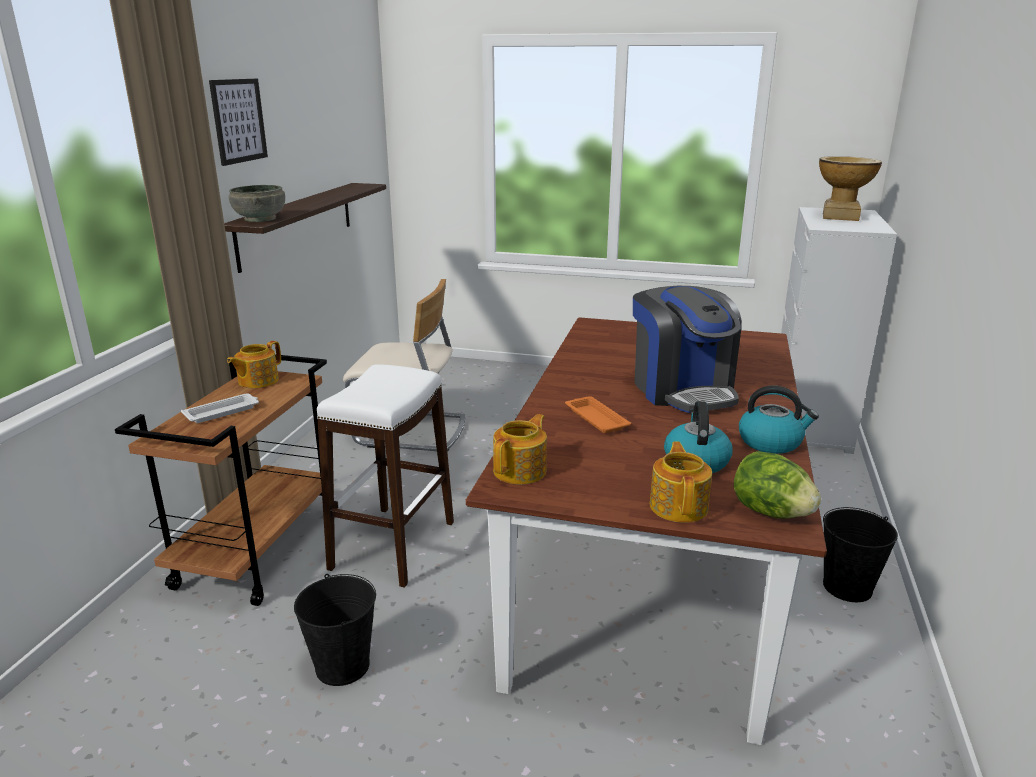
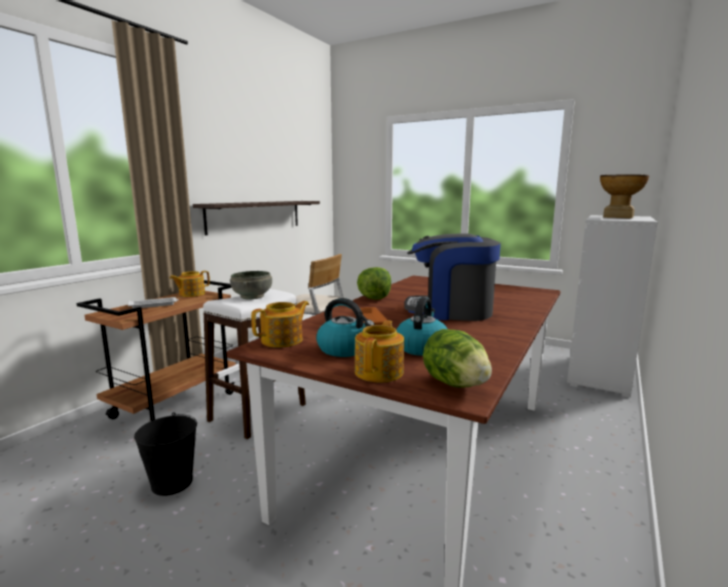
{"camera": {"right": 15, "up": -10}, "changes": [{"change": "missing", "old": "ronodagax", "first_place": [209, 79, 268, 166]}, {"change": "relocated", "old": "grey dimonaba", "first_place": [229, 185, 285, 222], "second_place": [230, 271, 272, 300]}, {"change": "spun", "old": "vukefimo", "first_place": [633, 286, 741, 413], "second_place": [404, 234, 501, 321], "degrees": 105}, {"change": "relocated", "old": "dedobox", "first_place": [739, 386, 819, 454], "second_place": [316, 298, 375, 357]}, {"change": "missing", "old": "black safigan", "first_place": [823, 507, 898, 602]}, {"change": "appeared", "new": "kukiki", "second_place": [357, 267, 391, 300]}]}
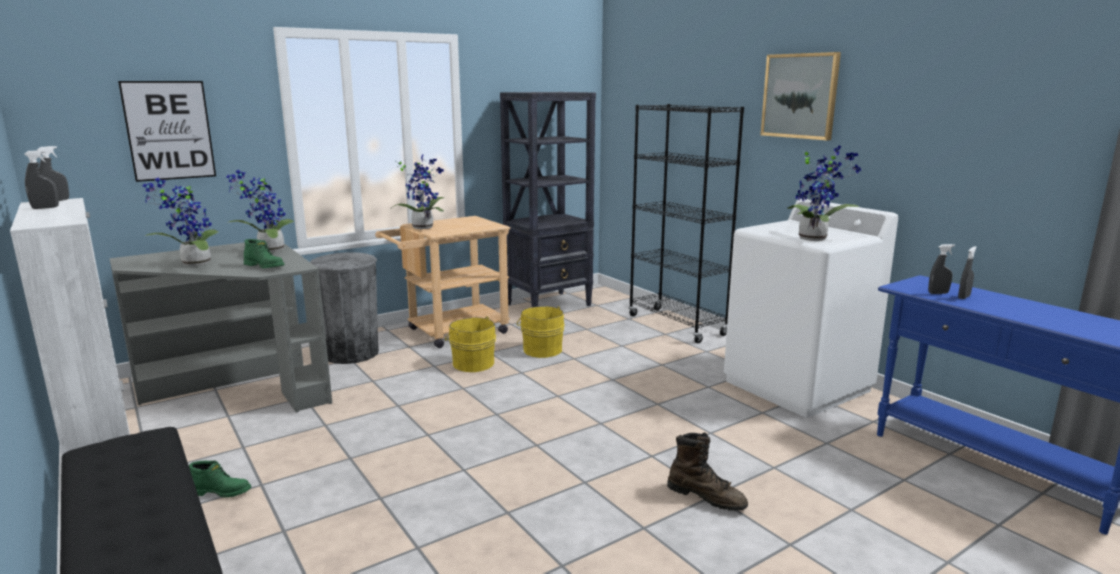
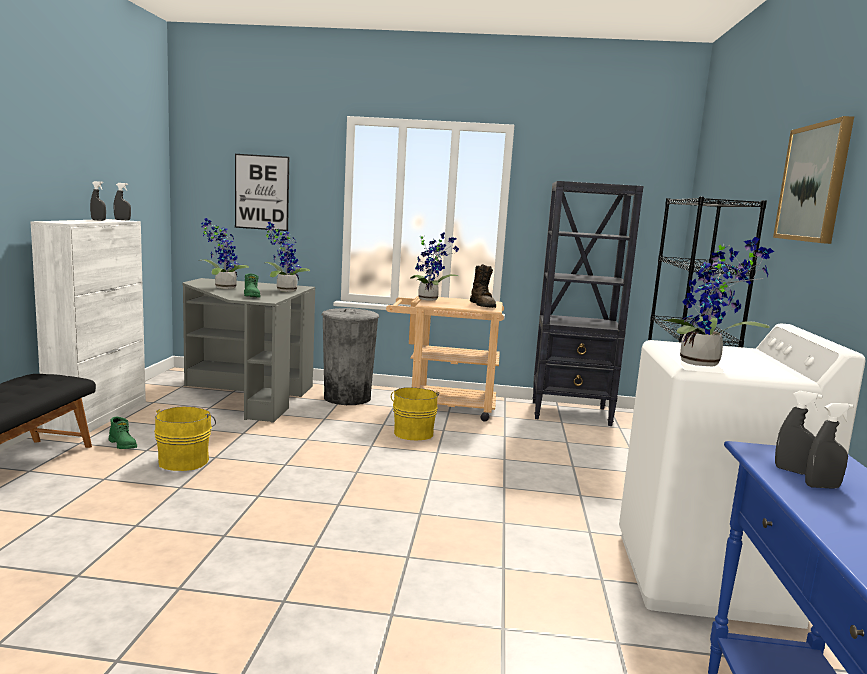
{"camera": {"right": 40, "up": -5}, "changes": [{"change": "relocated", "old": "yellow safigan", "first_place": [517, 306, 565, 358], "second_place": [154, 406, 216, 471]}, {"change": "relocated", "old": "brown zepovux", "first_place": [667, 432, 748, 511], "second_place": [470, 264, 496, 308]}]}
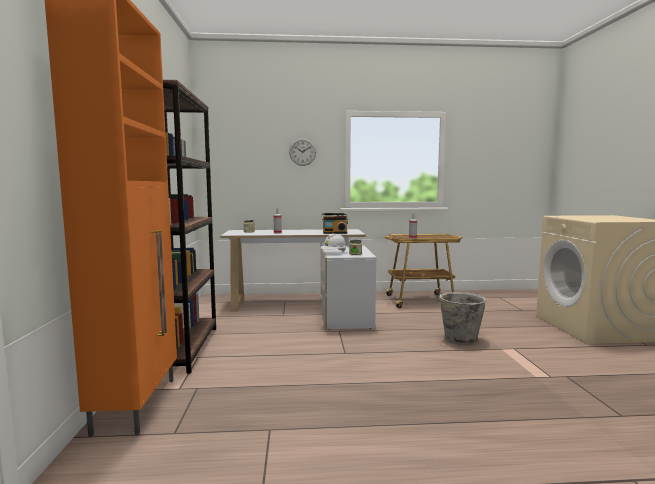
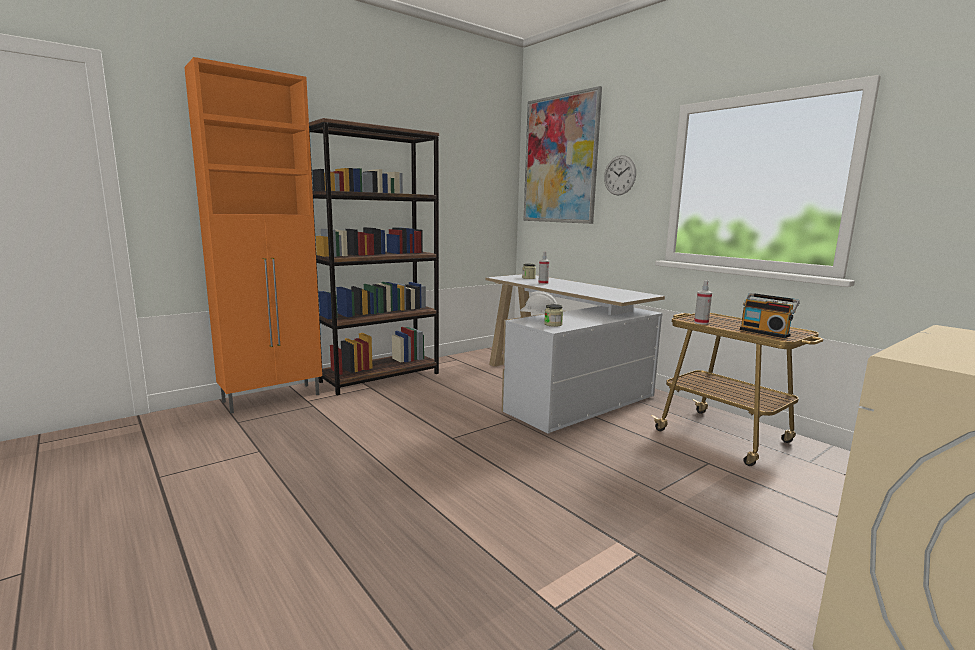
{"camera": {"right": 55, "up": 5}, "changes": [{"change": "relocated", "old": "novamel", "first_place": [322, 213, 348, 234], "second_place": [740, 293, 800, 338]}, {"change": "missing", "old": "grey safigan", "first_place": [437, 292, 487, 345]}, {"change": "appeared", "new": "ronodagax", "second_place": [523, 86, 602, 224]}]}
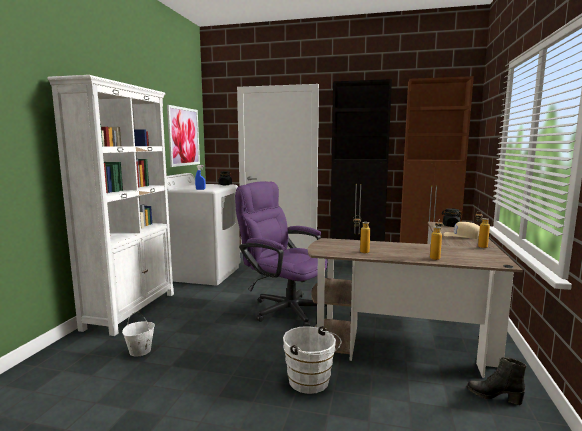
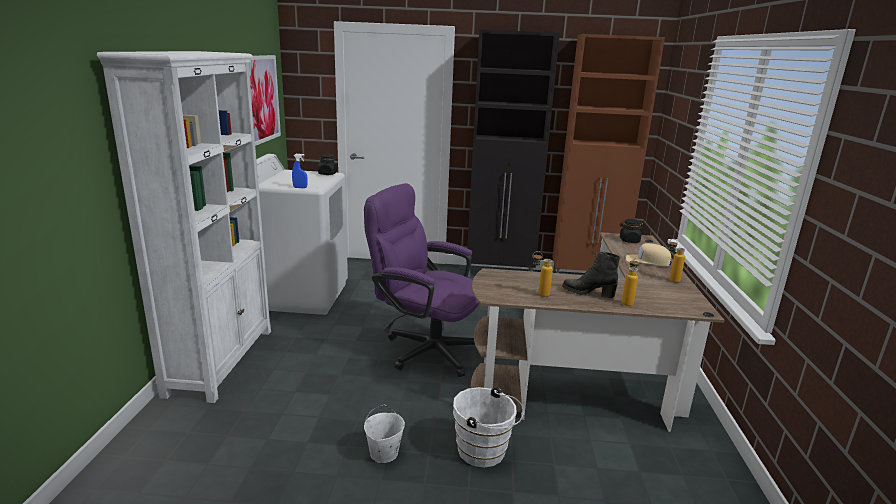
{"camera": {"right": -10, "up": 10}, "changes": [{"change": "relocated", "old": "white safigan", "first_place": [122, 311, 155, 357], "second_place": [364, 405, 405, 463]}, {"change": "relocated", "old": "black zepovux", "first_place": [467, 357, 527, 405], "second_place": [562, 252, 620, 298]}]}
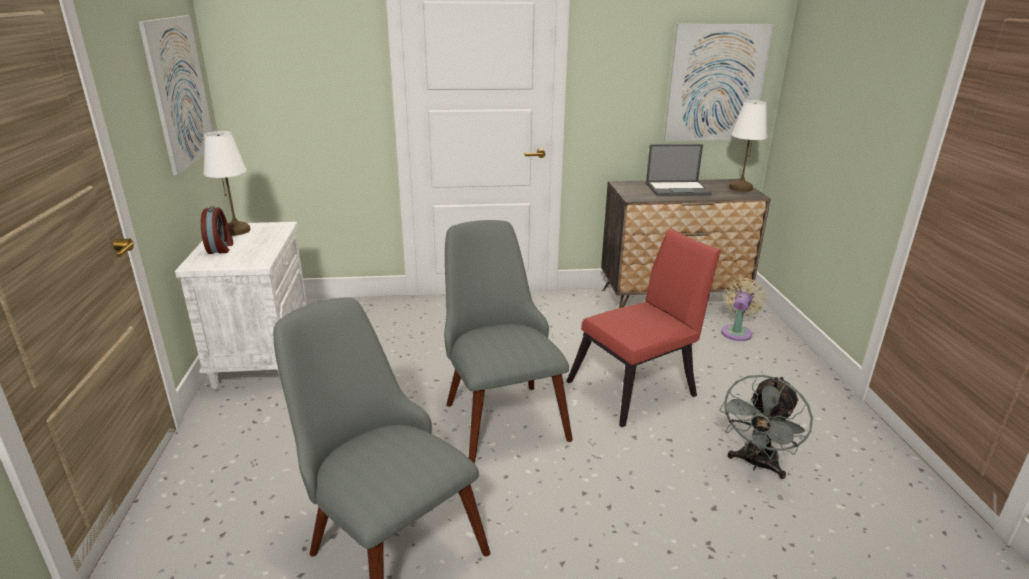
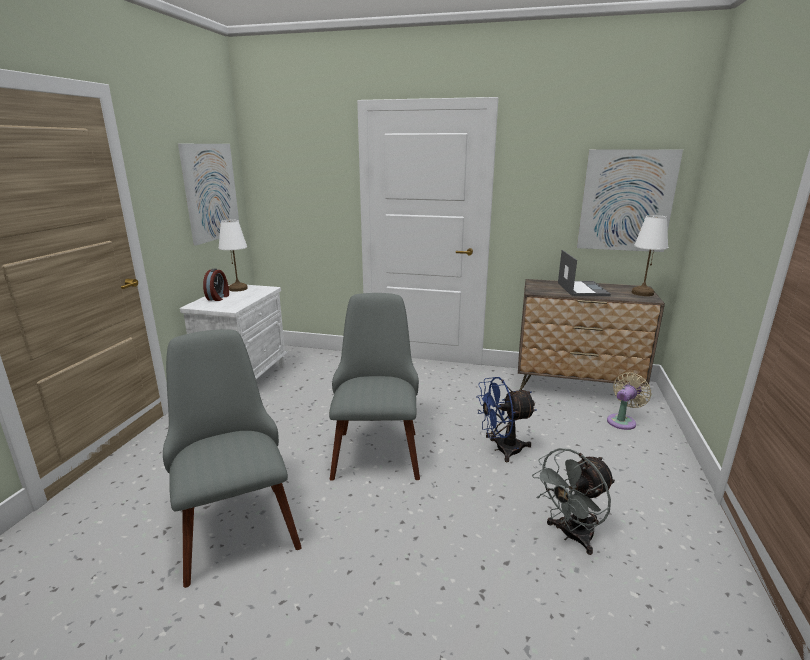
{"camera": {"right": 20, "up": -5}, "changes": [{"change": "spun", "old": "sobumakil", "first_place": [646, 144, 712, 196], "second_place": [558, 250, 611, 296], "degrees": -105}, {"change": "exchanged", "old": "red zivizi", "new": "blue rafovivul", "first_place": [566, 228, 721, 427], "second_place": [476, 377, 536, 462]}]}
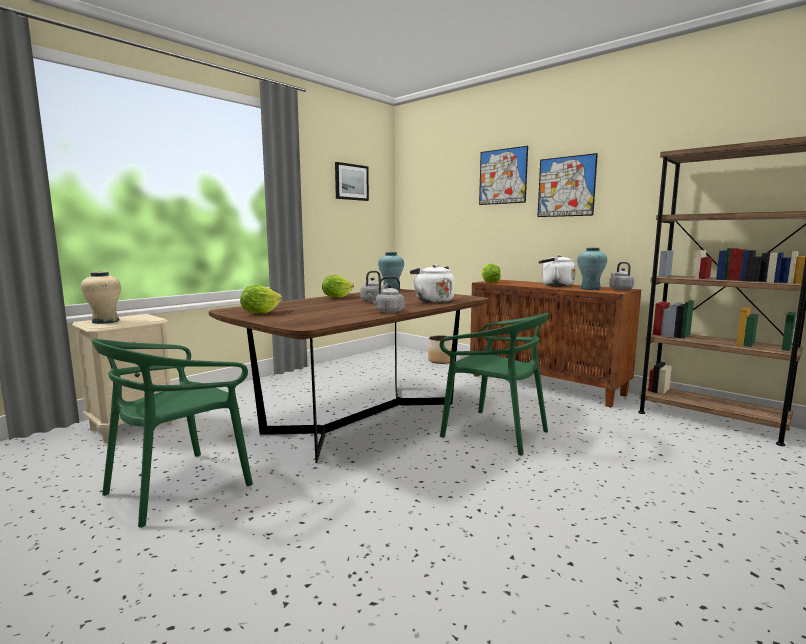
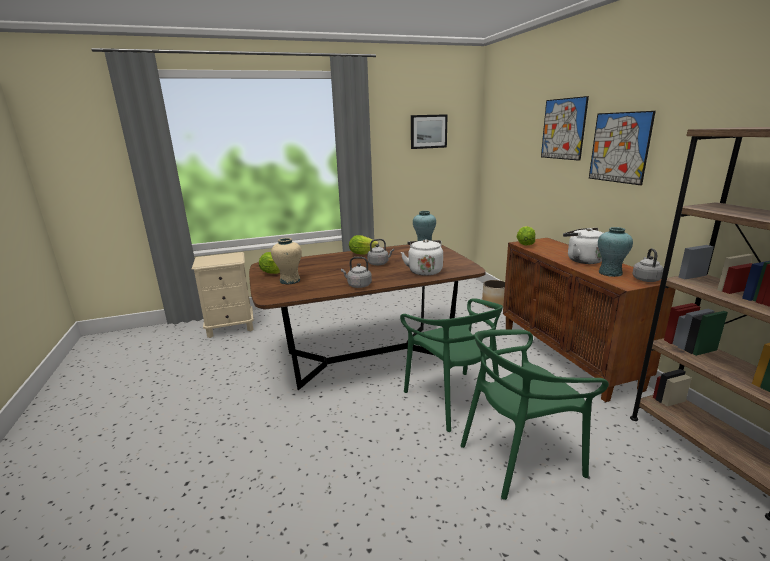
{"camera": {"right": 30, "up": 10}, "changes": [{"change": "relocated", "old": "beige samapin", "first_place": [81, 271, 121, 324], "second_place": [271, 238, 302, 284]}, {"change": "relocated", "old": "green zivizi", "first_place": [92, 339, 253, 528], "second_place": [461, 329, 609, 500]}]}
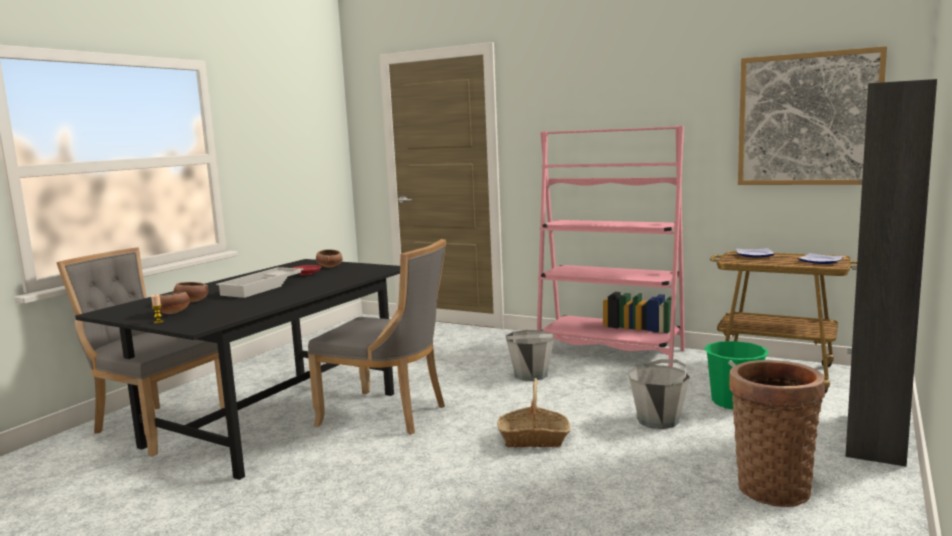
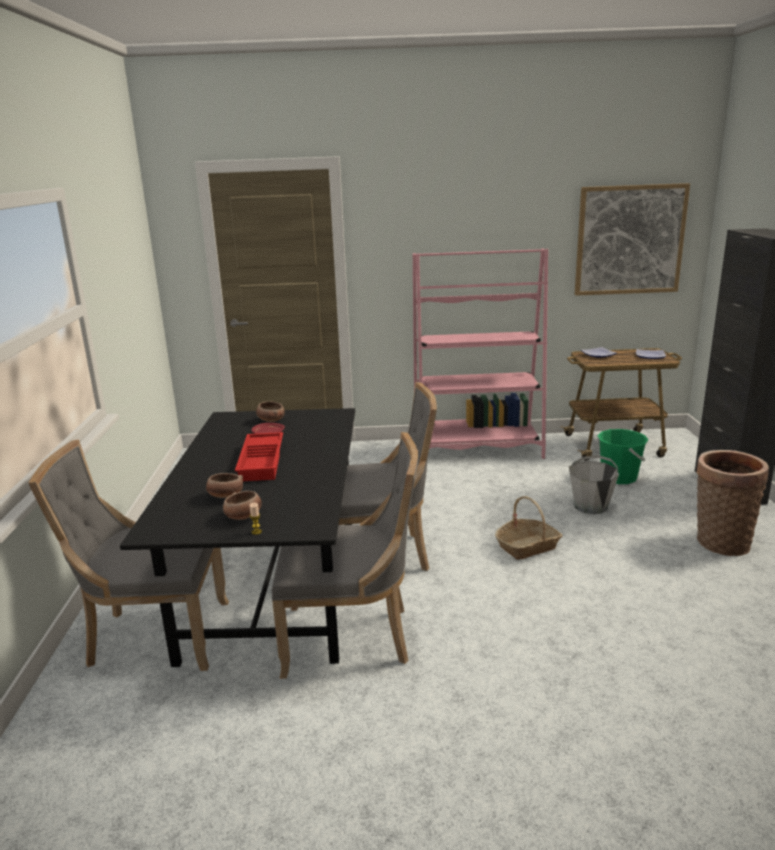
{"camera": {"right": -30, "up": 10}, "changes": [{"change": "colour", "old": "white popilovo", "new": "red popilovo", "first_place": [216, 267, 303, 298], "second_place": [235, 432, 283, 481]}, {"change": "missing", "old": "grey safigan", "first_place": [506, 330, 554, 381]}, {"change": "appeared", "new": "grey zivizi", "second_place": [271, 432, 418, 679]}]}
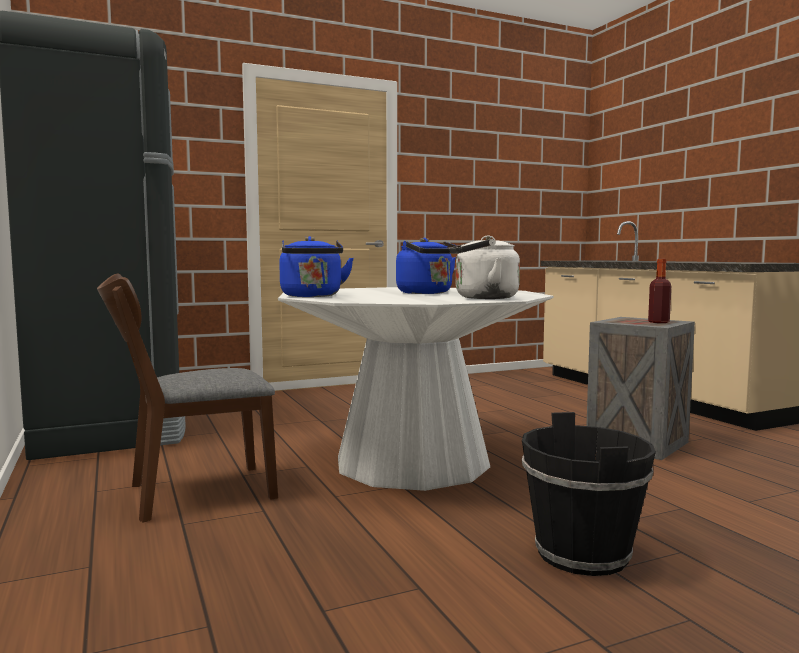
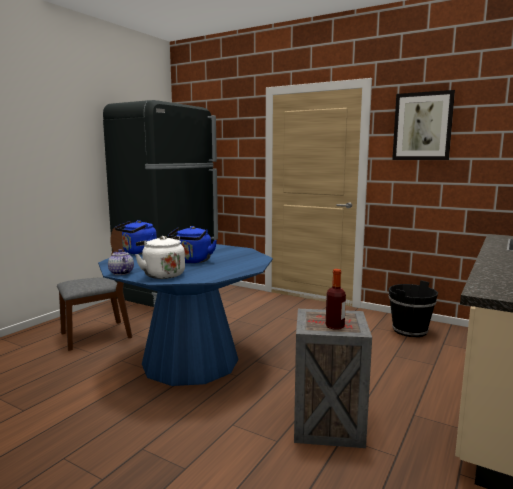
{"camera": {"right": 55, "up": 5}, "changes": [{"change": "spun", "old": "brown zivizi", "first_place": [97, 274, 278, 523], "second_place": [57, 228, 132, 351], "degrees": 120}, {"change": "colour", "old": "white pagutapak", "new": "blue pagutapak", "first_place": [278, 287, 553, 491], "second_place": [98, 244, 273, 386]}, {"change": "relocated", "old": "black safigan", "first_place": [522, 412, 656, 576], "second_place": [389, 280, 438, 337]}, {"change": "appeared", "new": "ronodagax", "second_place": [392, 90, 455, 160]}, {"change": "appeared", "new": "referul", "second_place": [108, 249, 134, 275]}]}
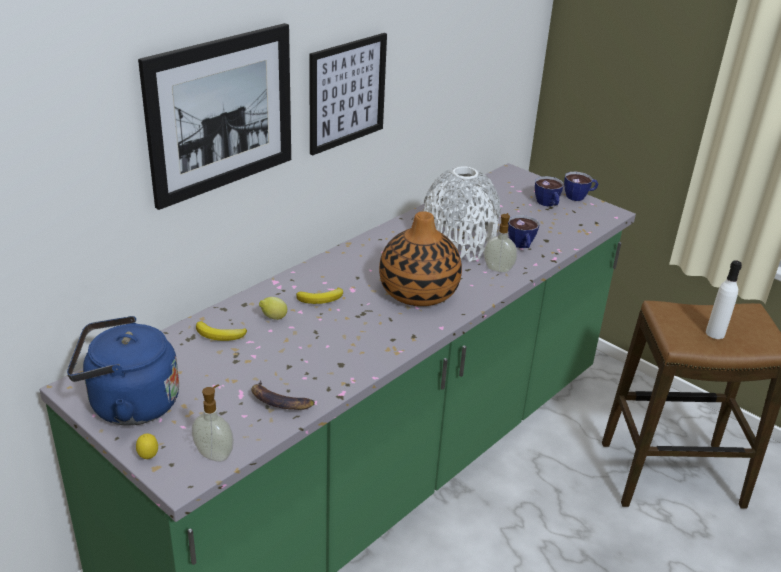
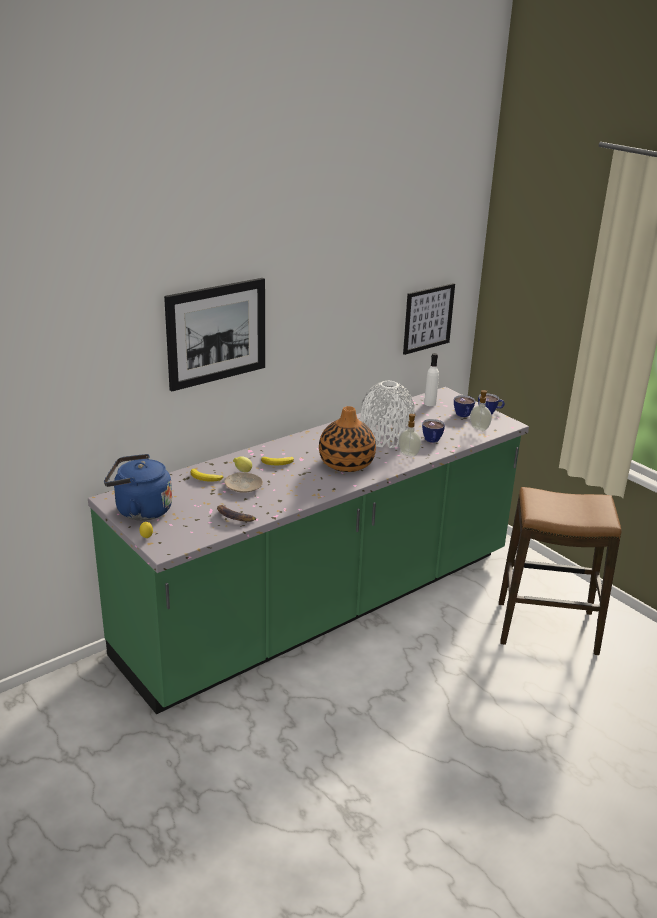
{"camera": {"right": 10, "up": -5}, "changes": [{"change": "relocated", "old": "ronodagax", "first_place": [309, 33, 387, 155], "second_place": [403, 283, 455, 355]}, {"change": "relocated", "old": "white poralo", "first_place": [706, 260, 742, 339], "second_place": [424, 353, 439, 406]}, {"change": "relocated", "old": "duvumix", "first_place": [192, 384, 234, 462], "second_place": [470, 390, 491, 431]}, {"change": "appeared", "new": "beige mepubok", "second_place": [224, 473, 263, 493]}]}
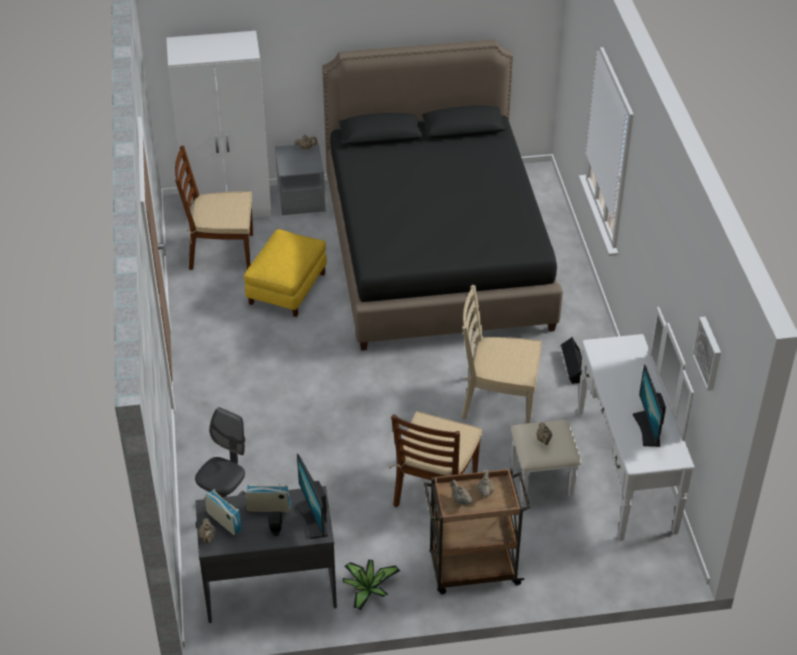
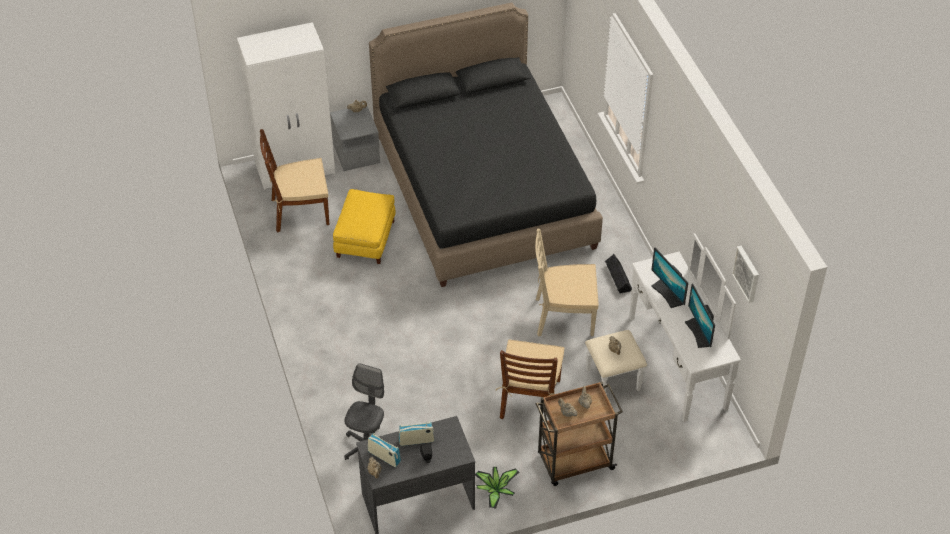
{"camera": {"right": -10, "up": 5}, "changes": [{"change": "relocated", "old": "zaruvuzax", "first_place": [295, 454, 328, 539], "second_place": [651, 247, 688, 308]}]}
